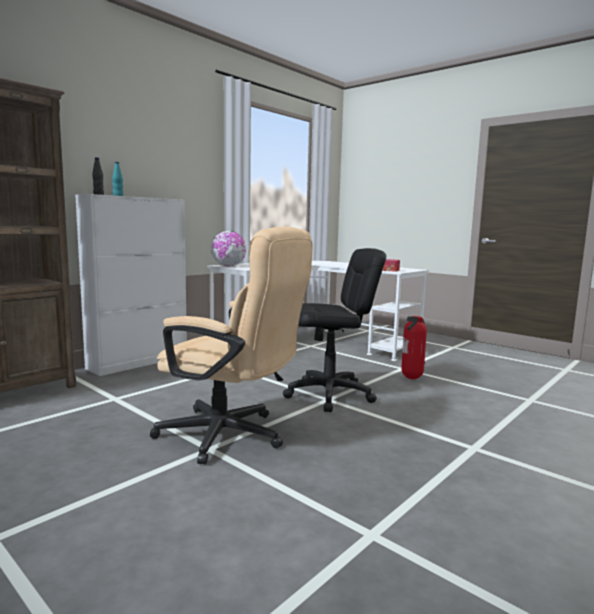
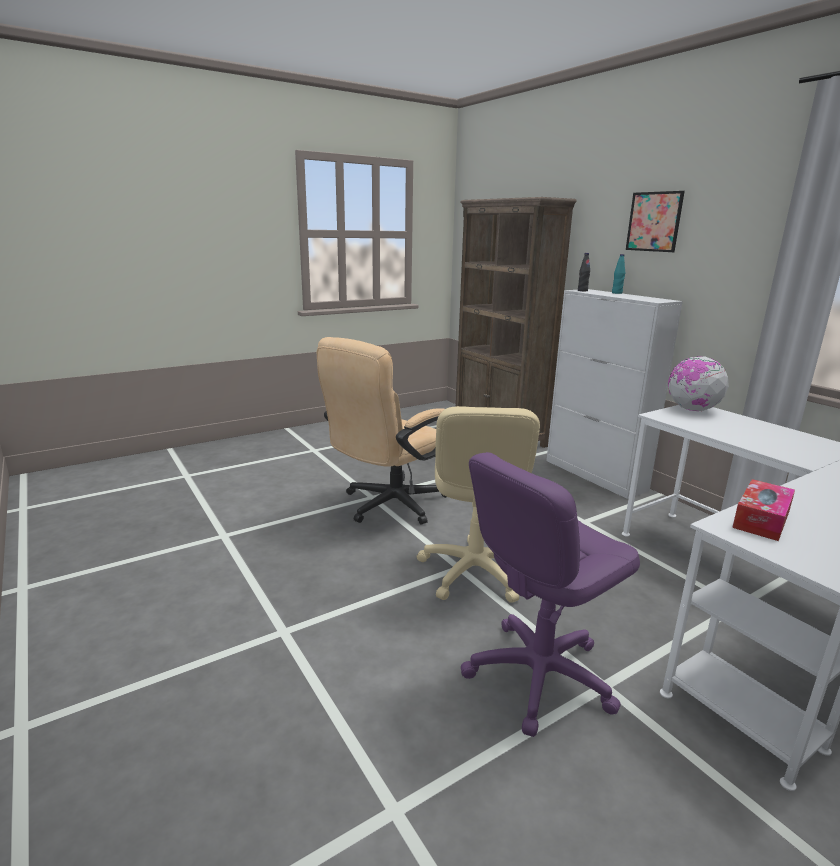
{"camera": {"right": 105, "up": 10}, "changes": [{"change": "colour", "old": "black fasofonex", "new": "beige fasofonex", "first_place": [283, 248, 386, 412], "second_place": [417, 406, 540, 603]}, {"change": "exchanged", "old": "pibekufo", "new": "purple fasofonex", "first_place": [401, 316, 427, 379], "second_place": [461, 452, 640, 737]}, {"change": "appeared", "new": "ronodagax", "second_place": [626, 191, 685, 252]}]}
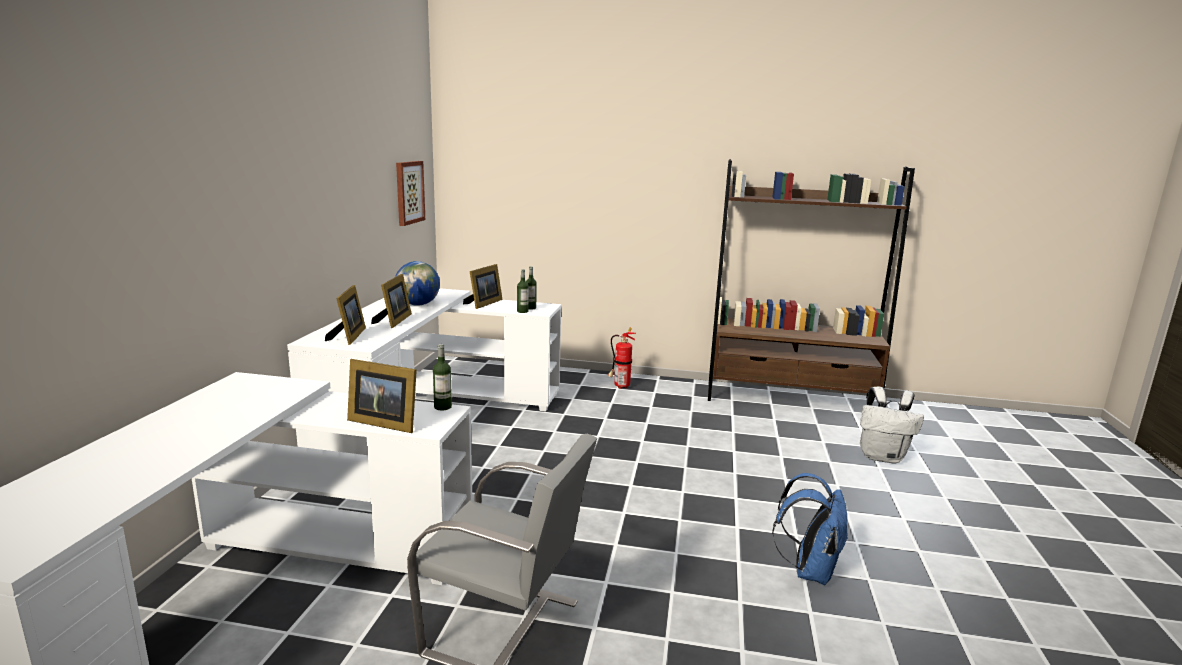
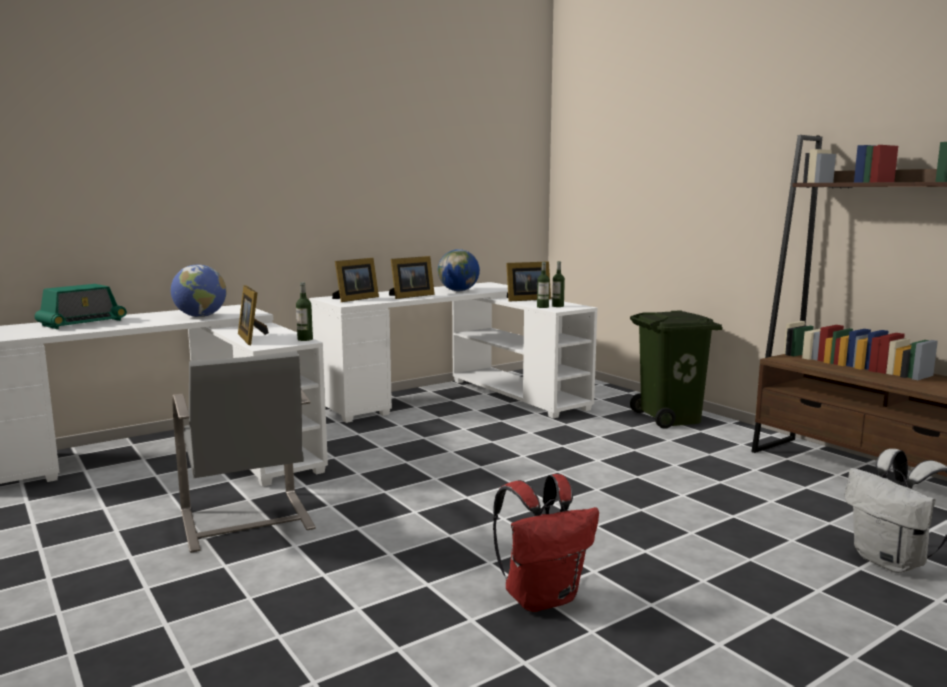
{"camera": {"right": 45, "up": -5}, "changes": [{"change": "missing", "old": "ronodagax", "first_place": [396, 161, 425, 226]}, {"change": "exchanged", "old": "pibekufo", "new": "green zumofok", "first_place": [608, 328, 636, 389], "second_place": [630, 311, 723, 429]}, {"change": "colour", "old": "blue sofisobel", "new": "red sofisobel", "first_place": [772, 473, 848, 585], "second_place": [493, 474, 599, 612]}, {"change": "appeared", "new": "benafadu", "second_place": [171, 265, 226, 317]}, {"change": "appeared", "new": "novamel", "second_place": [34, 284, 127, 329]}]}
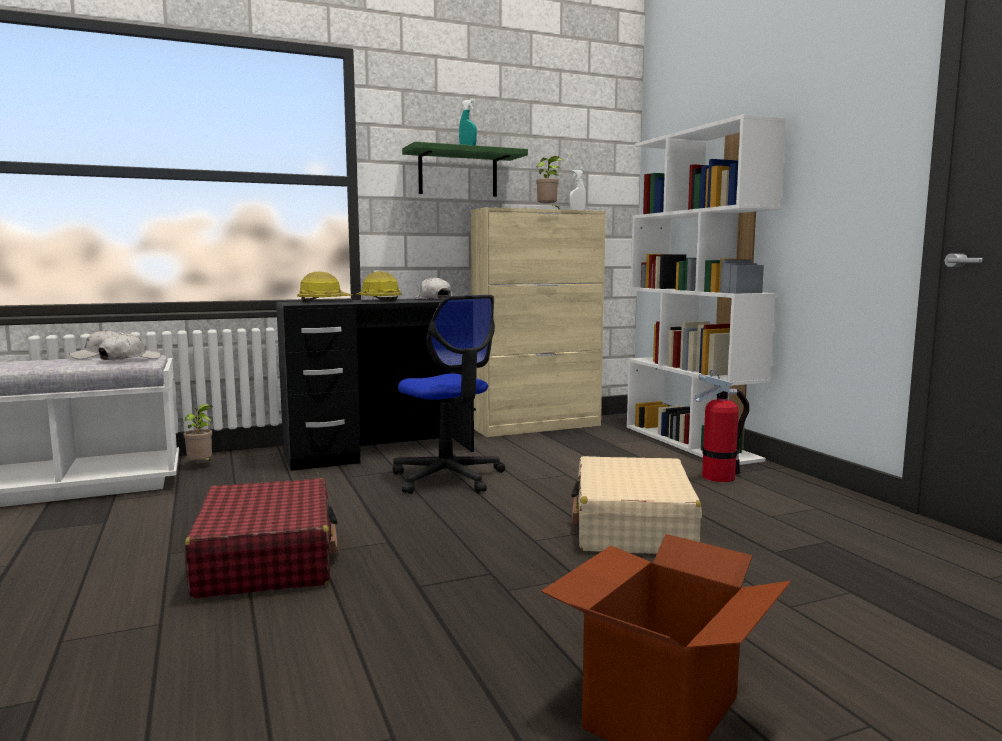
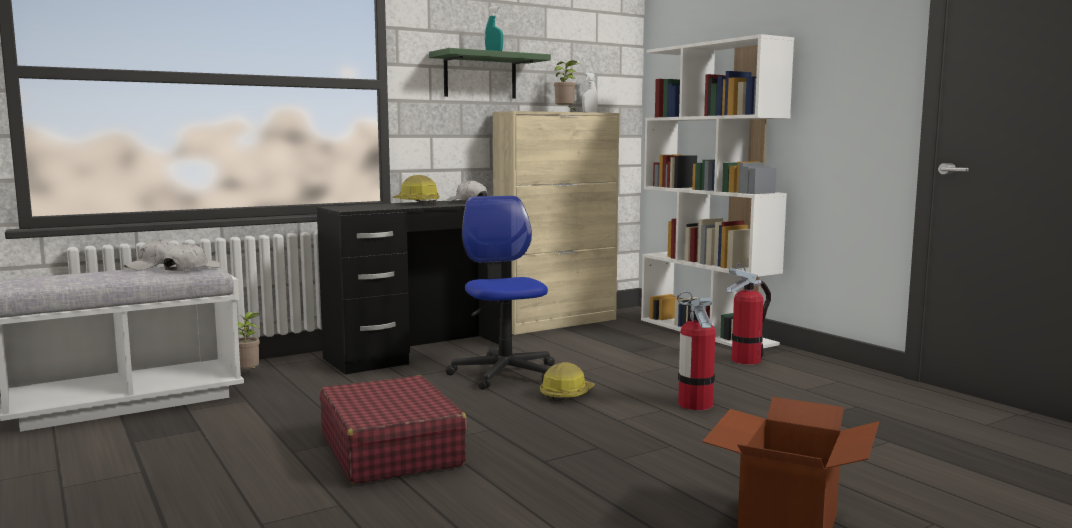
{"camera": {"right": -10, "up": 0}, "changes": [{"change": "relocated", "old": "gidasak", "first_place": [297, 271, 353, 302], "second_place": [540, 362, 595, 401]}, {"change": "spun", "old": "fasofonex", "first_place": [393, 295, 505, 494], "second_place": [446, 196, 555, 390], "degrees": -150}, {"change": "exchanged", "old": "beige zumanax", "new": "pibekufo", "first_place": [571, 456, 702, 554], "second_place": [677, 291, 715, 410]}]}
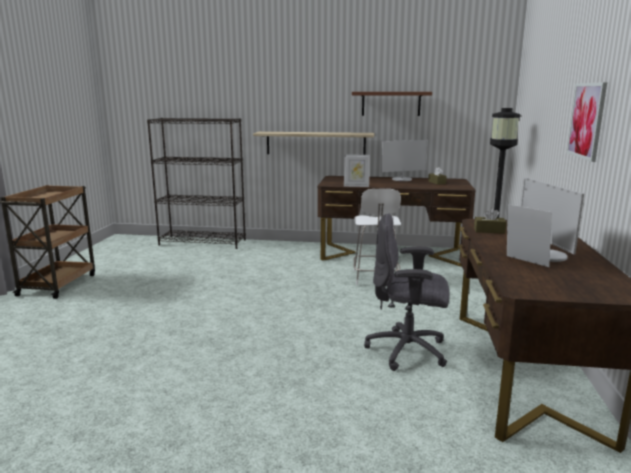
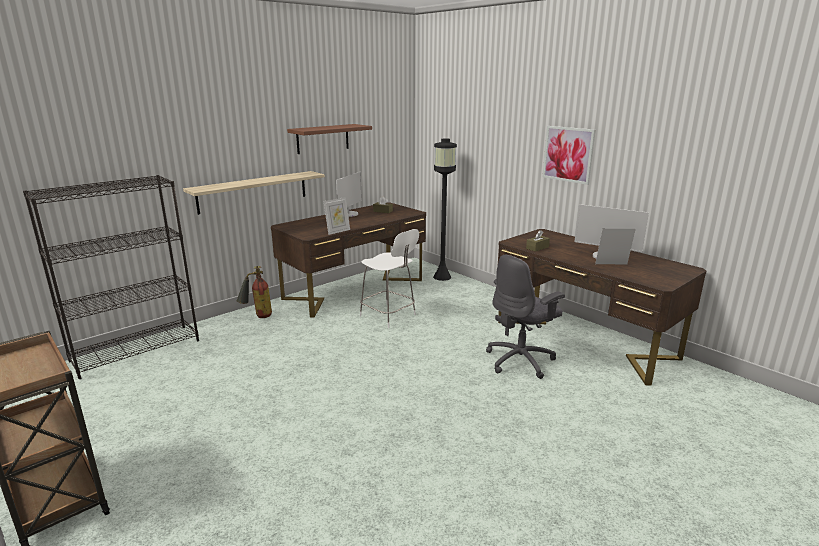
{"camera": {"right": -50, "up": 5}, "changes": [{"change": "appeared", "new": "pibekufo", "second_place": [236, 266, 272, 318]}]}
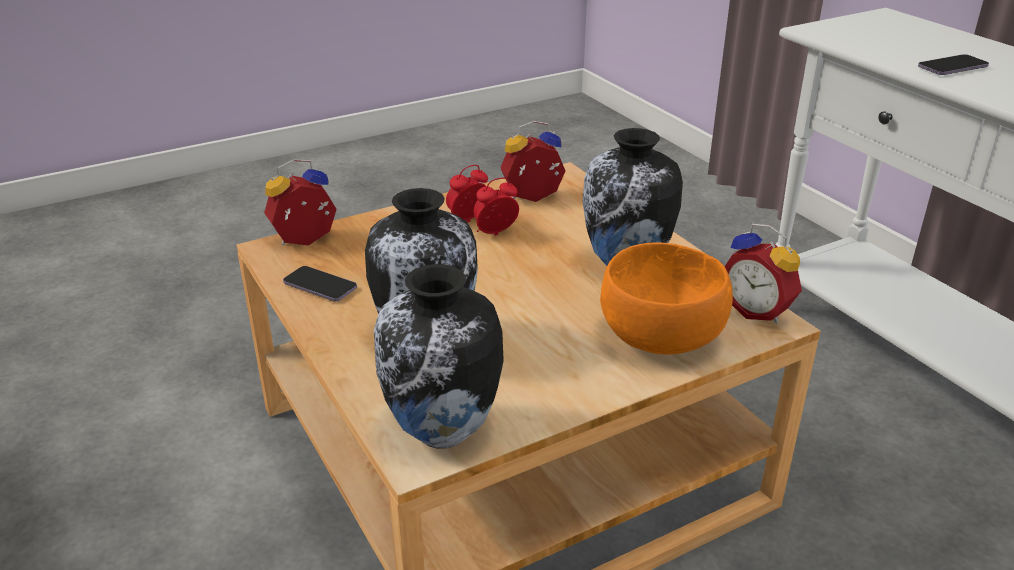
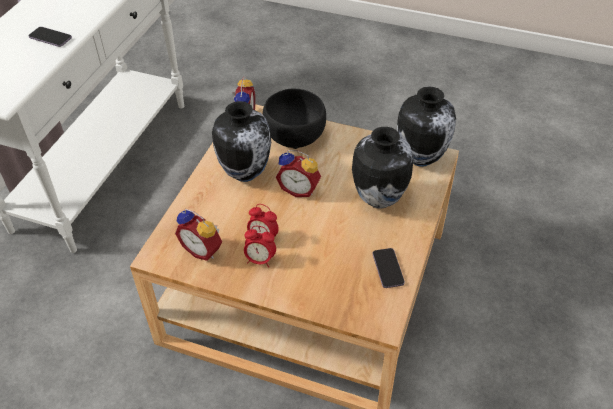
{"camera": {"right": -130, "up": 15}, "changes": [{"change": "relocated", "old": "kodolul", "first_place": [264, 159, 337, 246], "second_place": [276, 150, 321, 197]}, {"change": "colour", "old": "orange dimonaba", "new": "black dimonaba", "first_place": [600, 242, 733, 355], "second_place": [263, 89, 326, 149]}]}
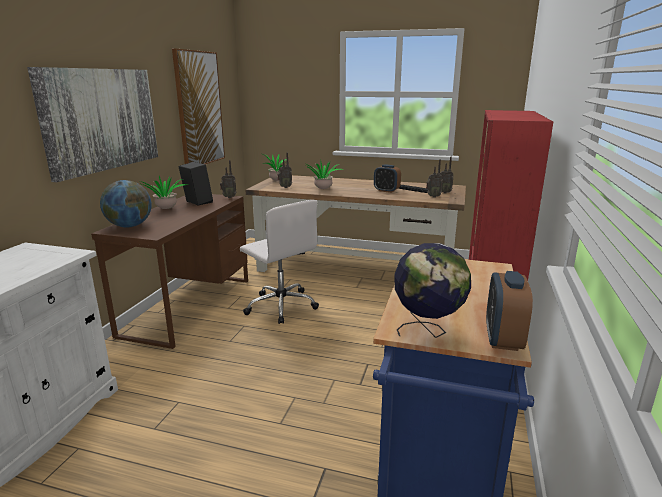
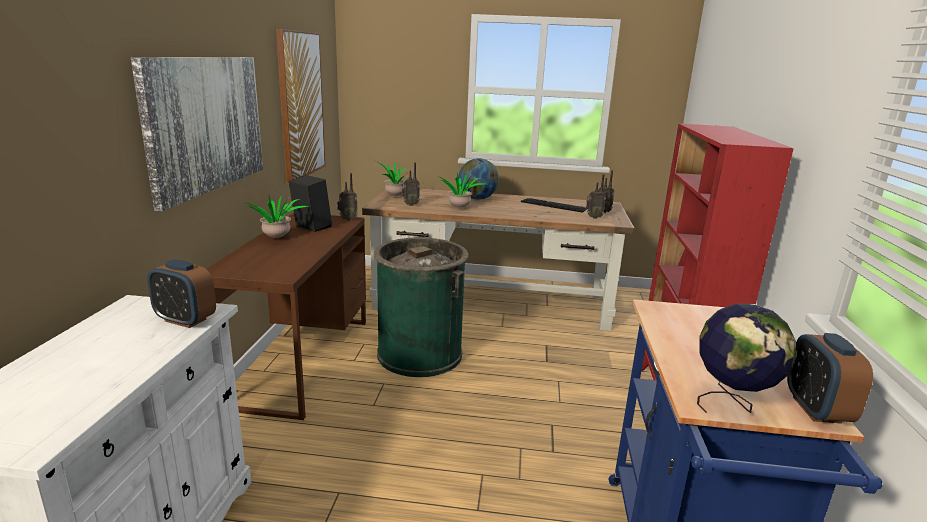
{"camera": {"right": -10, "up": 0}, "changes": [{"change": "relocated", "old": "kodolul", "first_place": [374, 164, 401, 193], "second_place": [147, 260, 216, 328]}, {"change": "relocated", "old": "benafadu", "first_place": [100, 180, 152, 228], "second_place": [458, 158, 499, 200]}, {"change": "exchanged", "old": "white fasofonex", "new": "green zumofok", "first_place": [240, 200, 319, 324], "second_place": [374, 238, 469, 377]}]}
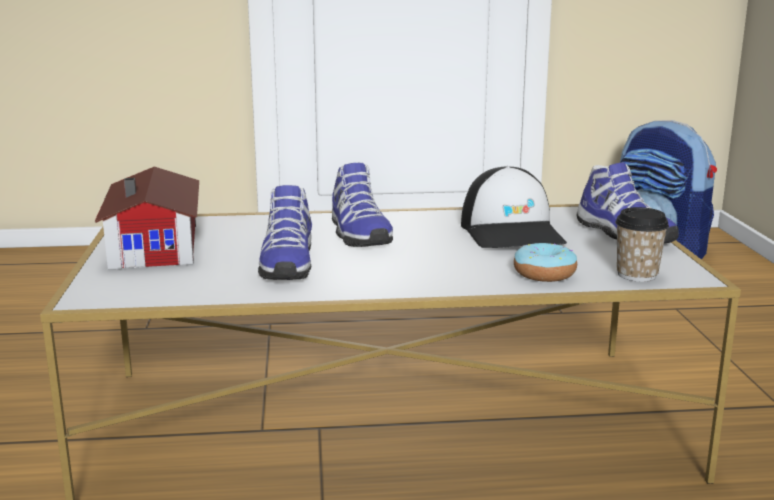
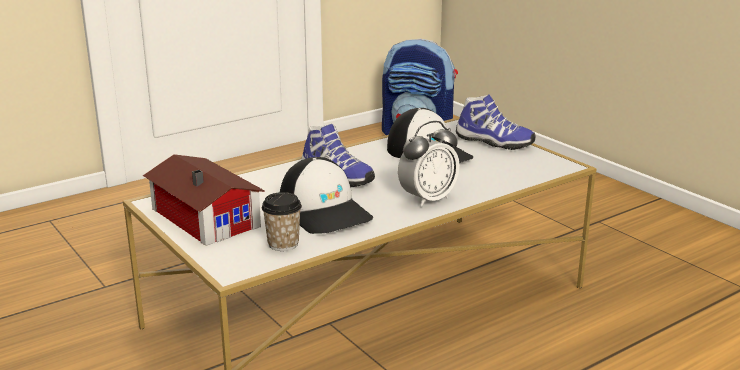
{"camera": {"right": -30, "up": 5}, "changes": [{"change": "exchanged", "old": "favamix", "new": "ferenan", "first_place": [258, 185, 312, 280], "second_place": [280, 157, 373, 234]}, {"change": "relocated", "old": "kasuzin", "first_place": [615, 207, 669, 282], "second_place": [262, 192, 302, 251]}, {"change": "missing", "old": "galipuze", "first_place": [514, 243, 577, 282]}, {"change": "appeared", "new": "kodolul", "second_place": [398, 121, 460, 207]}]}
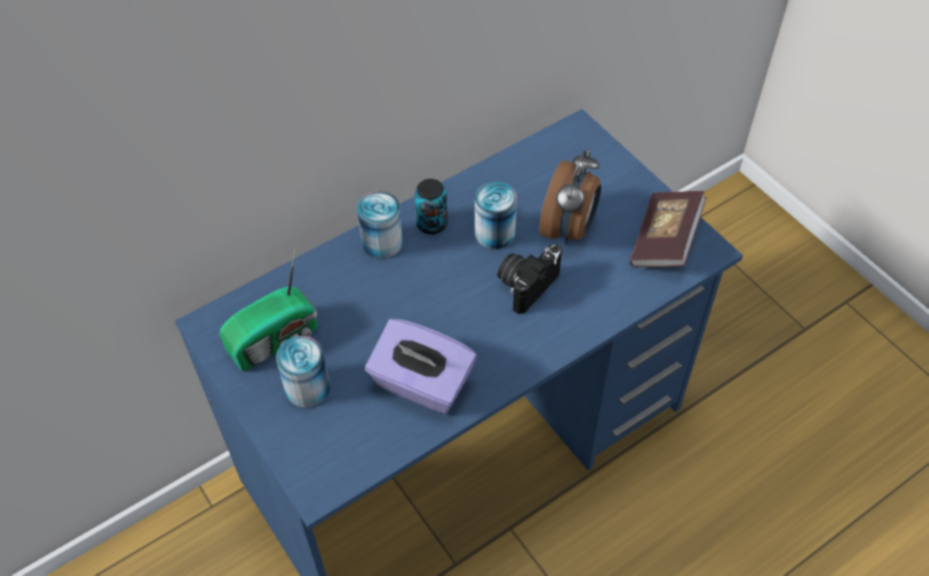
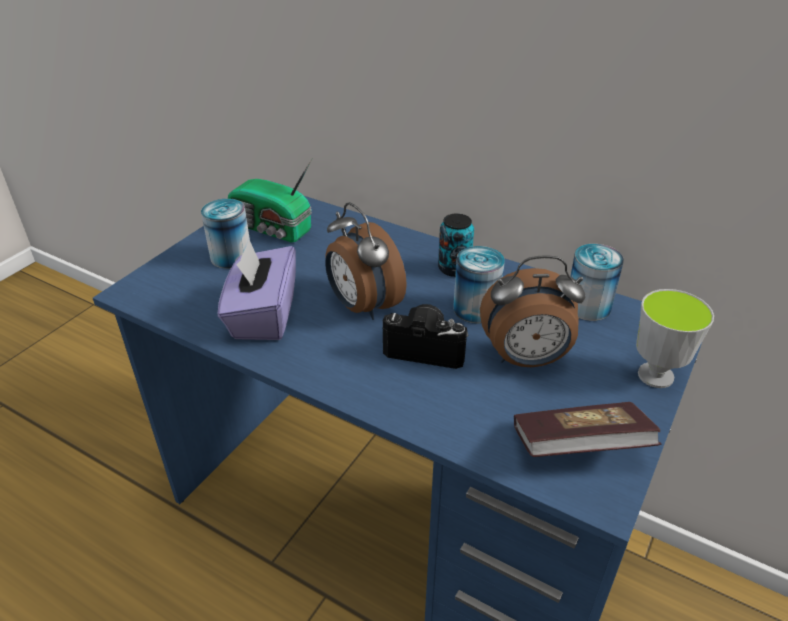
{"camera": {"right": 65, "up": -15}, "changes": [{"change": "relocated", "old": "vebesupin", "first_place": [357, 191, 403, 259], "second_place": [570, 244, 624, 321]}, {"change": "appeared", "new": "kodolul", "second_place": [325, 202, 407, 320]}, {"change": "appeared", "new": "kasuzin", "second_place": [636, 289, 714, 388]}]}
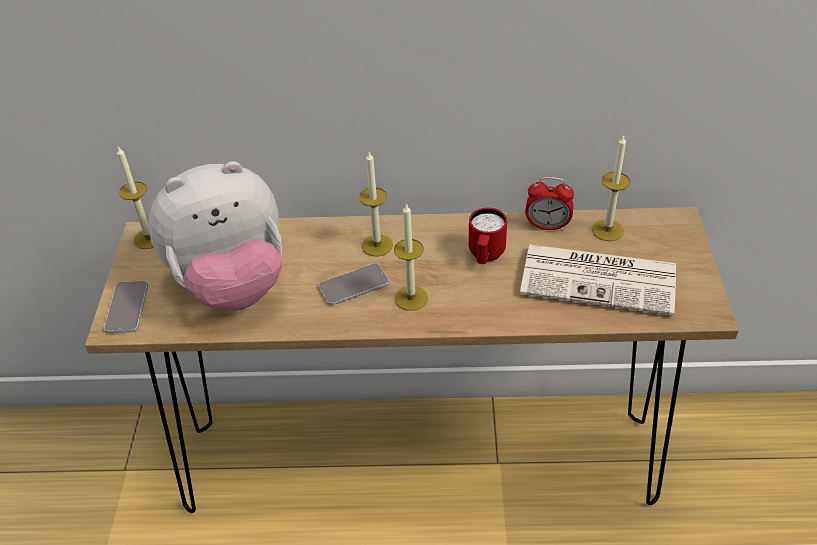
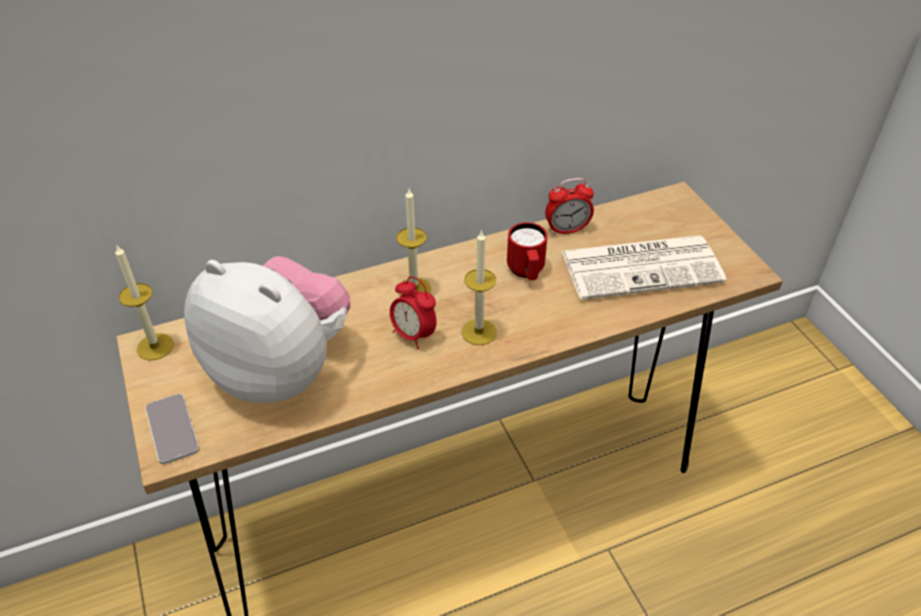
{"camera": {"right": -25, "up": 0}, "changes": [{"change": "missing", "old": "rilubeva", "first_place": [592, 134, 630, 241]}, {"change": "spun", "old": "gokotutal", "first_place": [148, 161, 282, 311], "second_place": [184, 256, 350, 403], "degrees": -105}, {"change": "exchanged", "old": "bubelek", "new": "kodolul", "first_place": [318, 263, 389, 305], "second_place": [390, 276, 437, 350]}]}
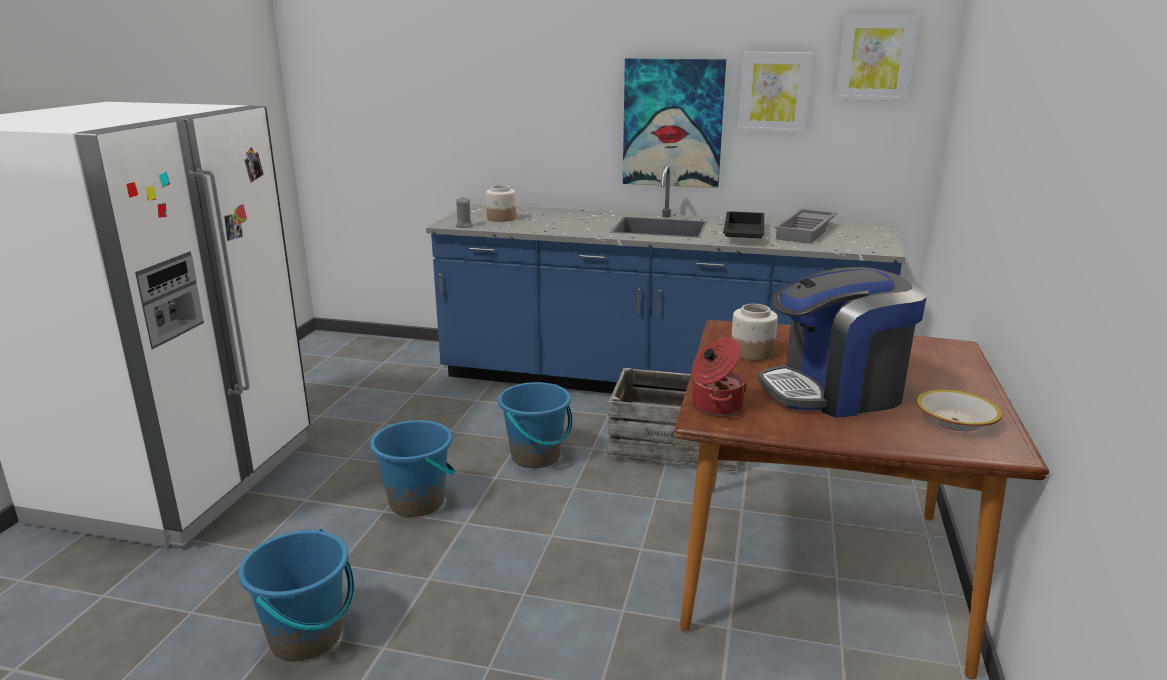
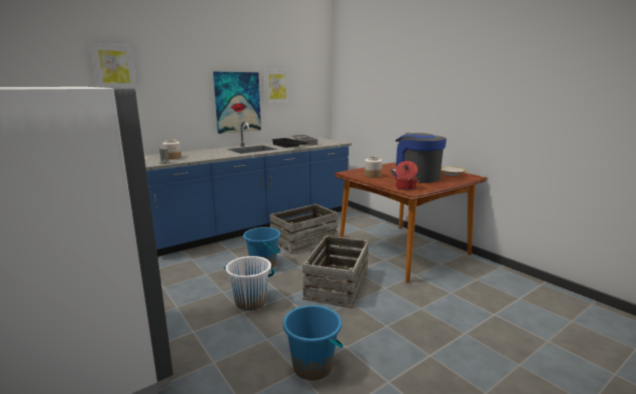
{"camera": {"right": -50, "up": -5}, "changes": [{"change": "relocated", "old": "ronodagax", "first_place": [835, 16, 919, 101], "second_place": [90, 43, 138, 89]}, {"change": "spun", "old": "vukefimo", "first_place": [758, 267, 927, 418], "second_place": [391, 133, 447, 183], "degrees": 120}, {"change": "colour", "old": "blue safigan", "new": "white safigan", "first_place": [370, 420, 455, 517], "second_place": [224, 256, 274, 311]}, {"change": "appeared", "new": "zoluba", "second_place": [302, 235, 369, 309]}]}
